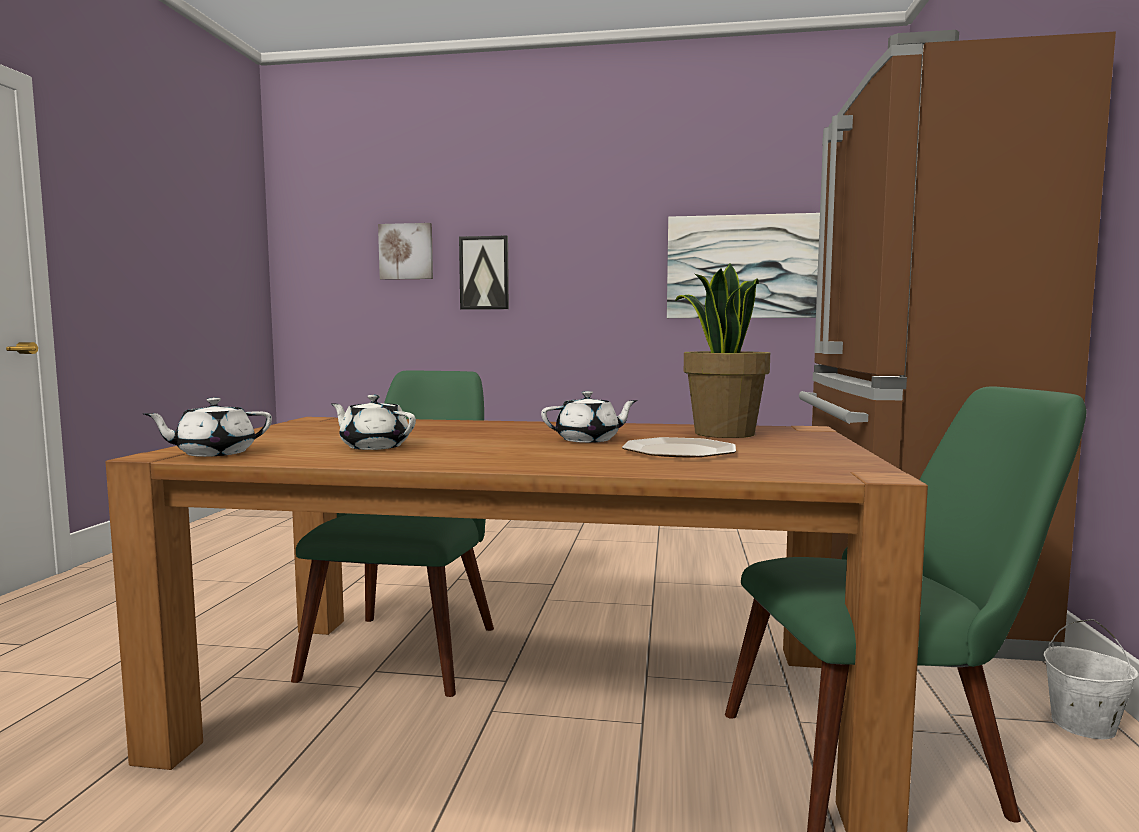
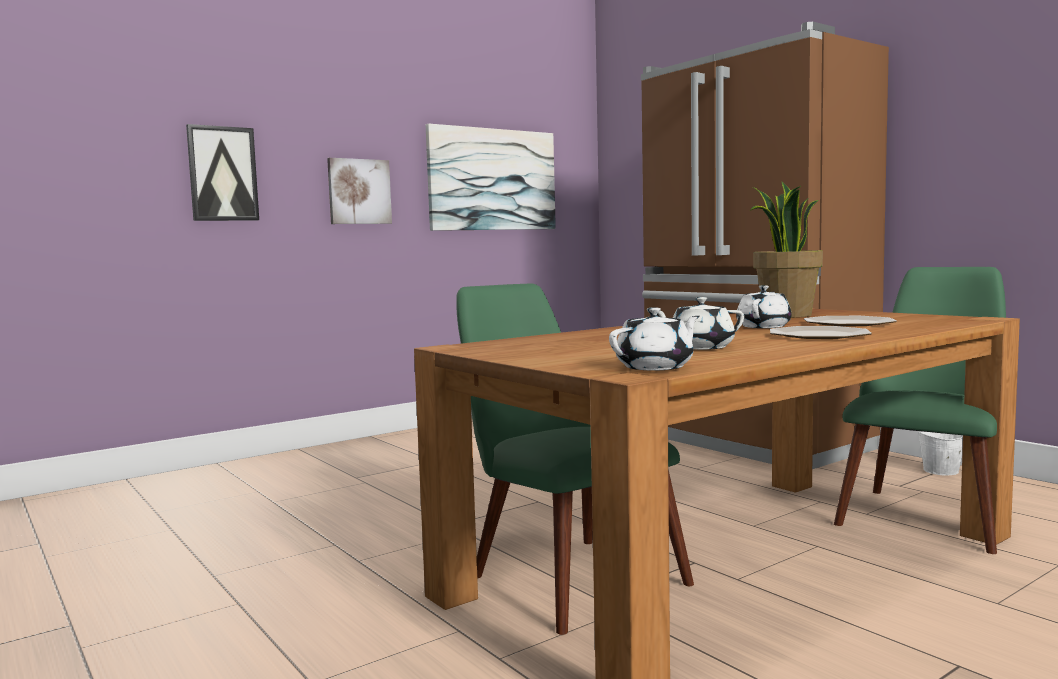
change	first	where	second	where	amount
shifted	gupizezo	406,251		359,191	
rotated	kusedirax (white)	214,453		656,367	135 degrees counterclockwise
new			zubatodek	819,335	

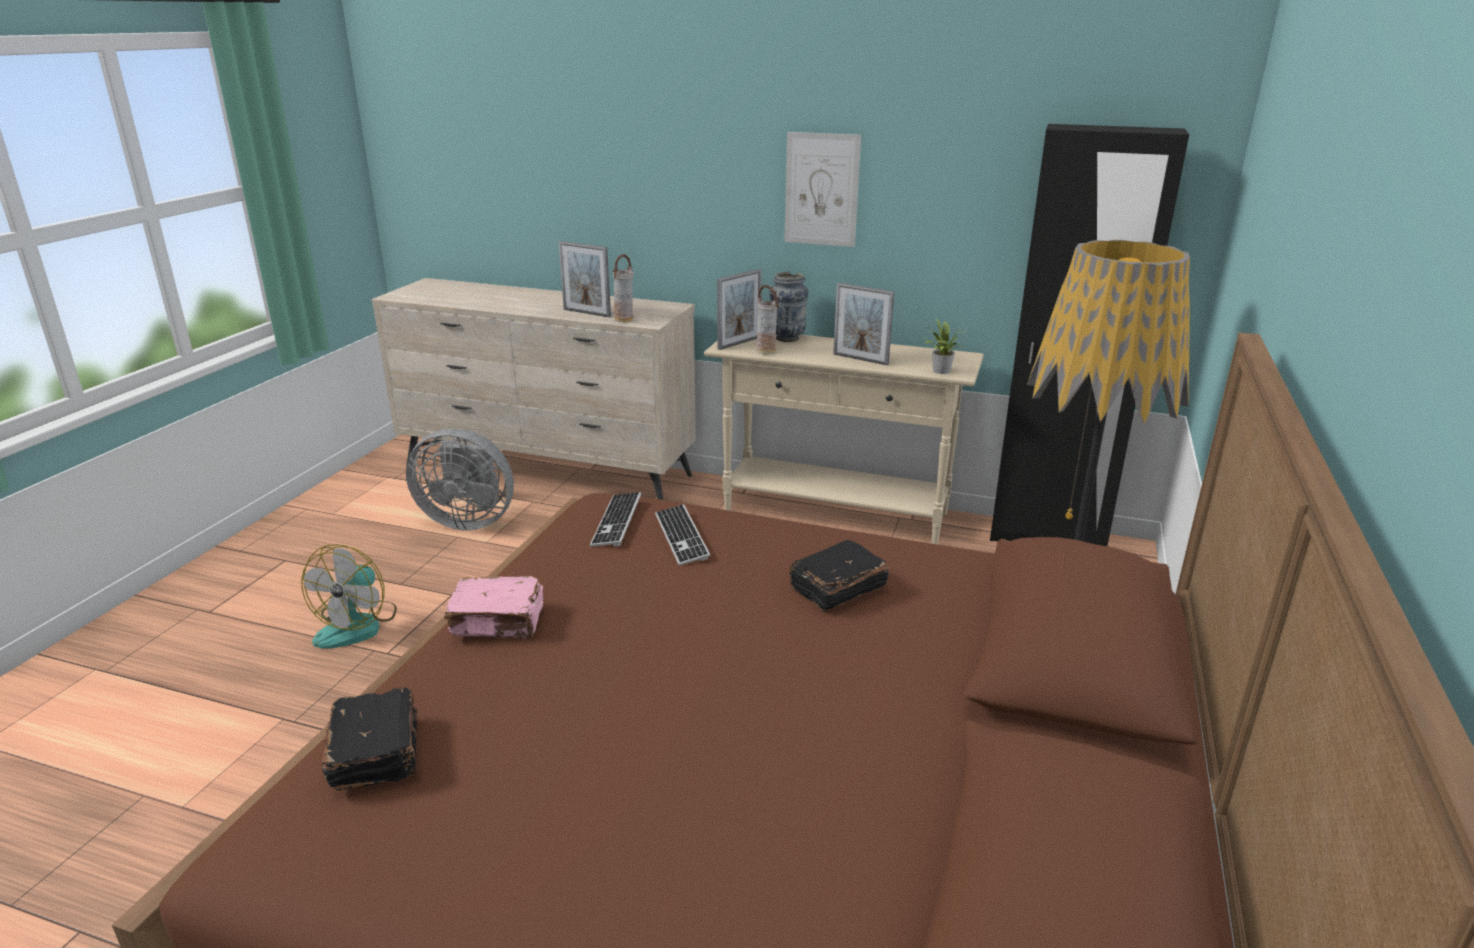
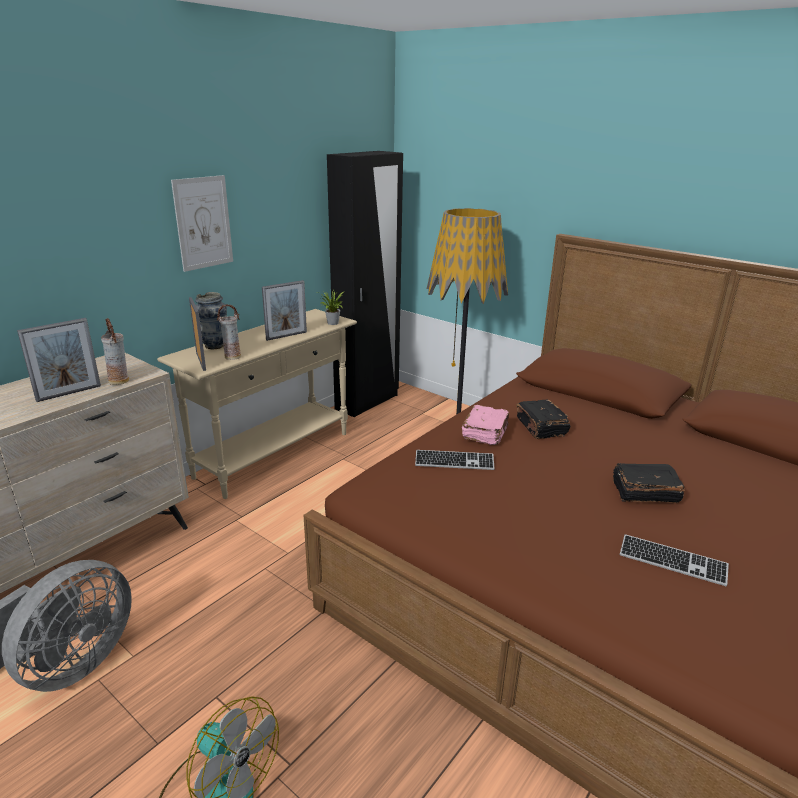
change	first	where	second	where	amount
shifted	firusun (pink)	499,622		485,433	
shifted	firusun (black)	377,753		643,493	
shifted	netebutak	616,521		672,562	

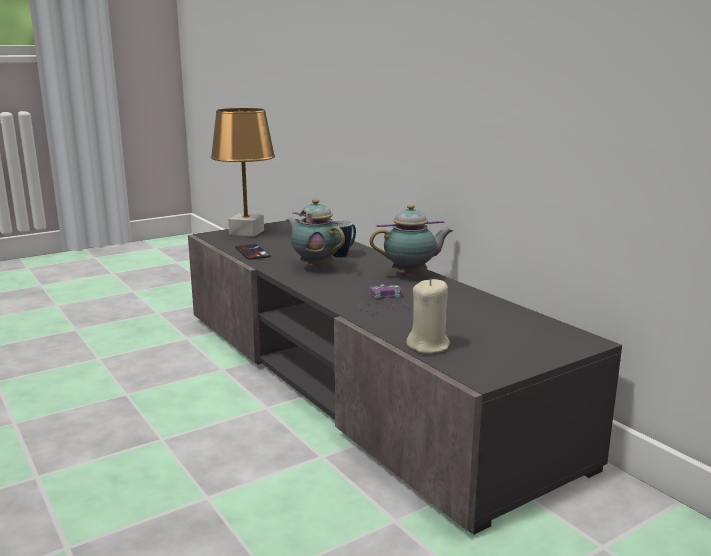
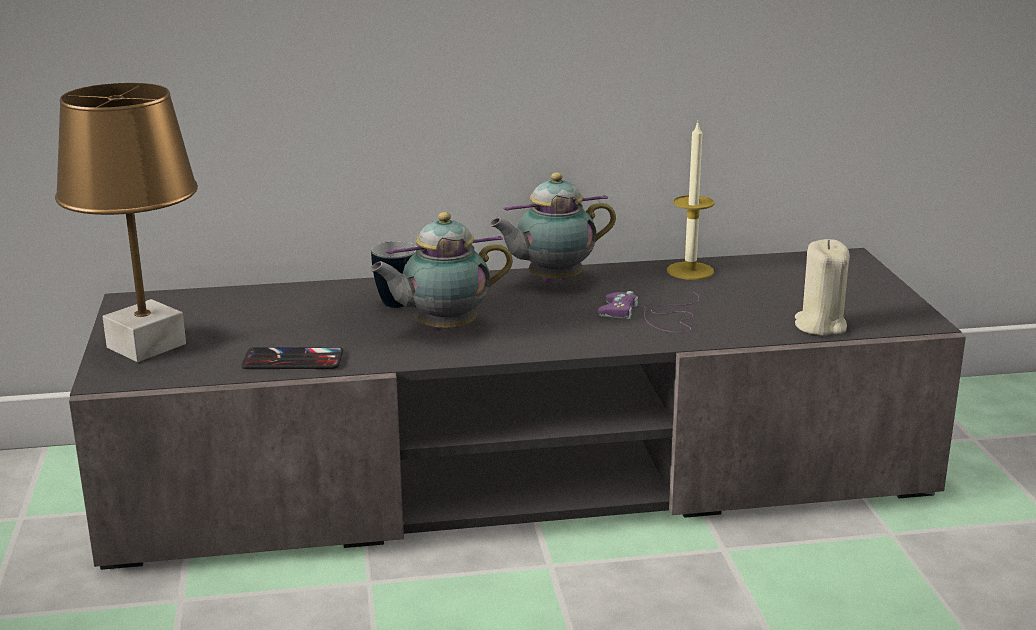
change	first	where	second	where	amount
rotated	kusedirax	412,275		551,281	120 degrees counterclockwise
new			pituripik	690,271	

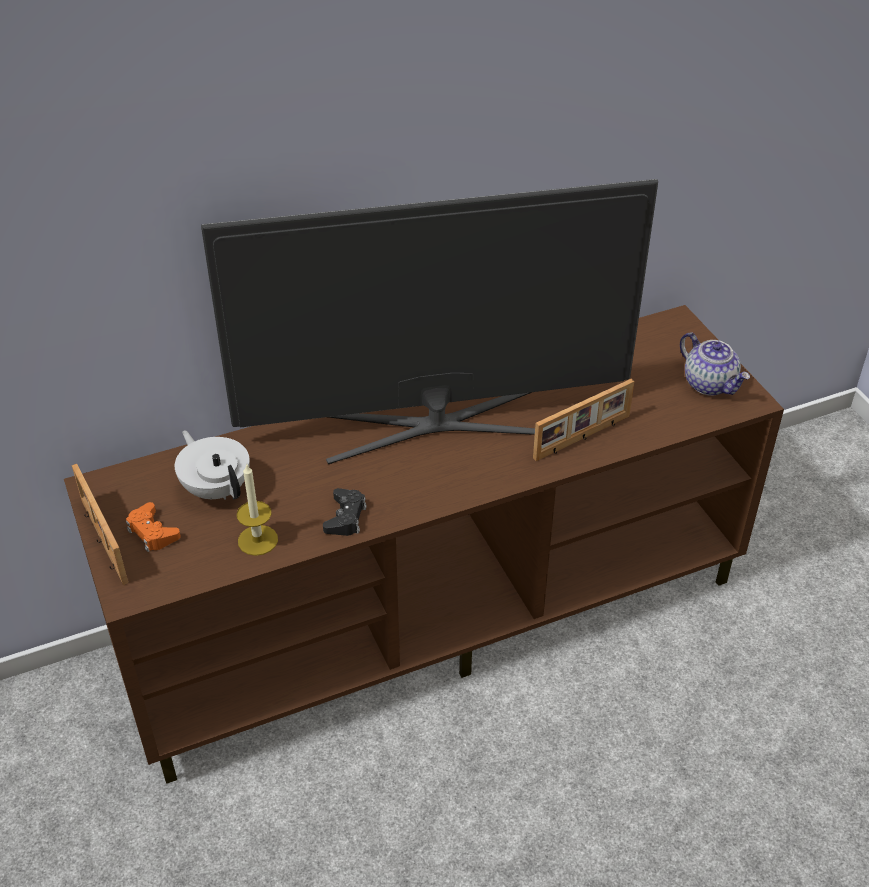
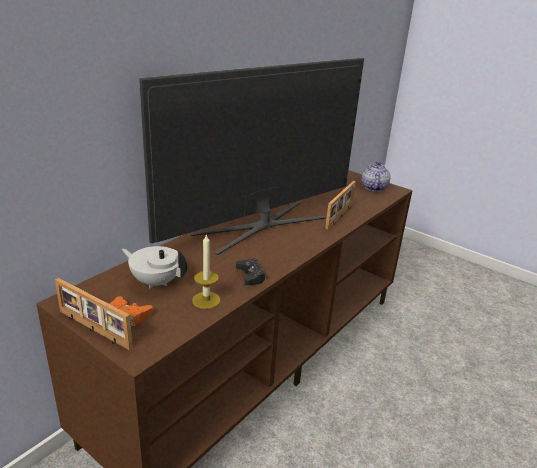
change	first	where	second	where	amount
rotated	kusedirax	710,384		373,187	105 degrees counterclockwise

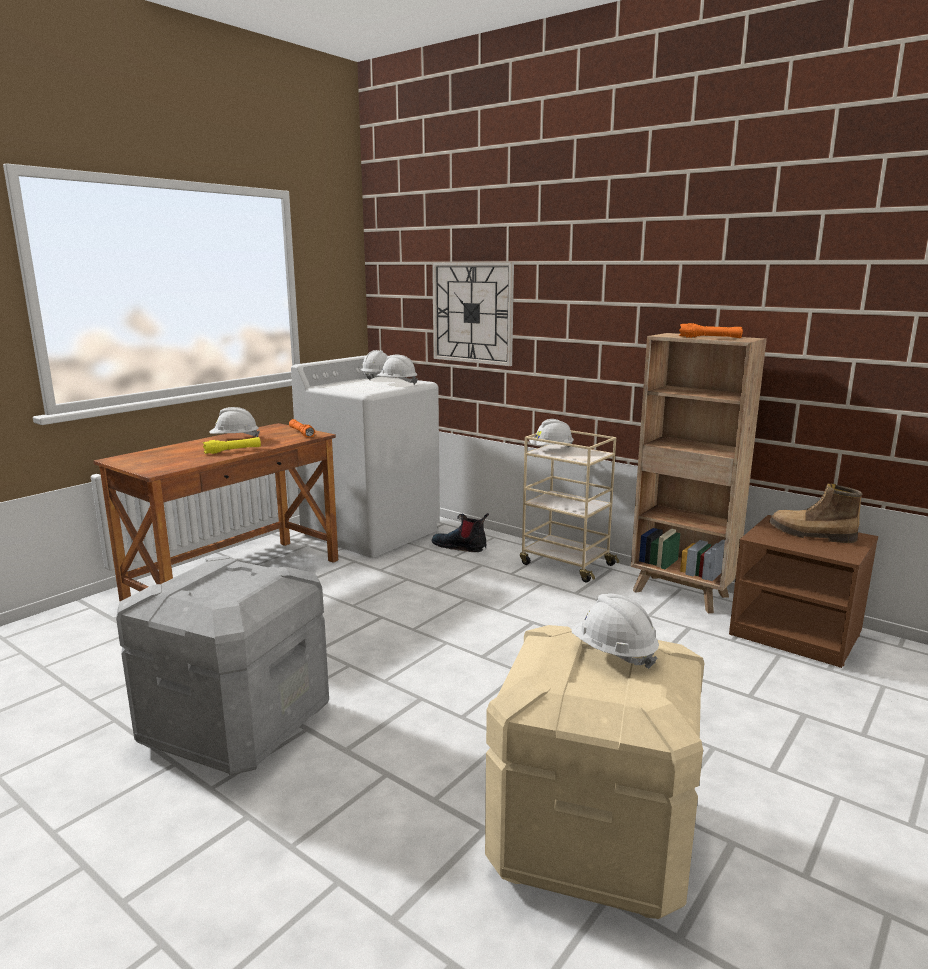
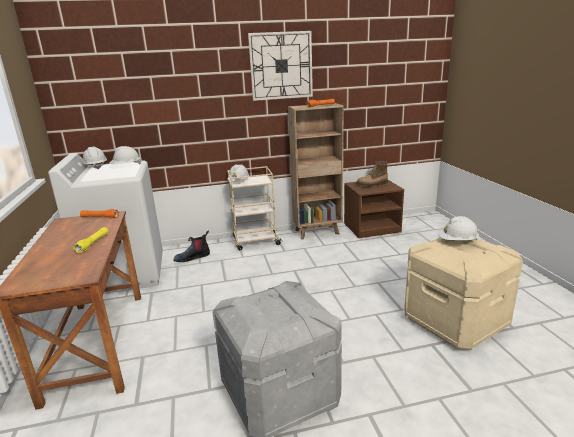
change	first	where	second	where	amount
shifted	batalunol	472,313		281,66	
gone	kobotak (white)	235,439			

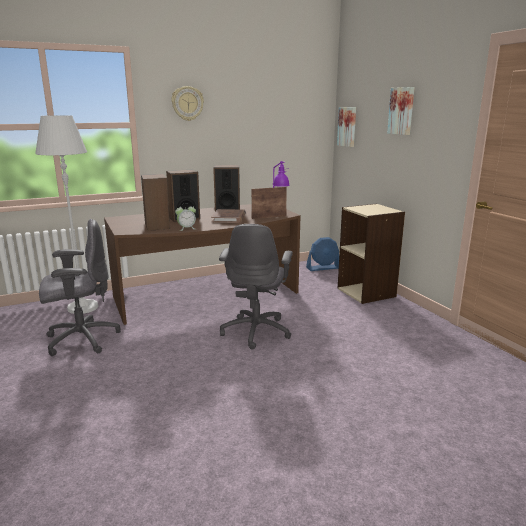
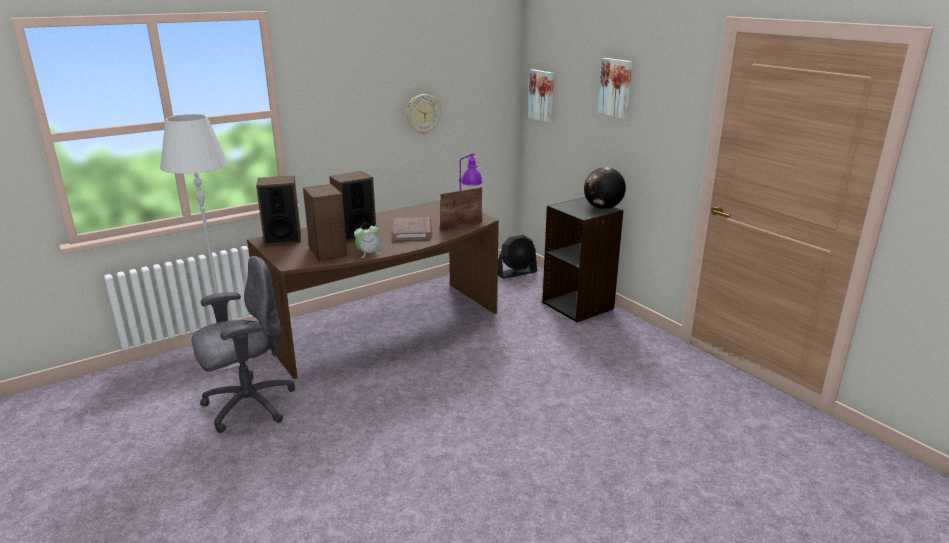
change	first	where	second	where	amount
shifted	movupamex	227,209		282,239	
shifted	batalunol	187,103		422,114	
repainted	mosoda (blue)	323,268	mosoda (black)	516,273	
repainted	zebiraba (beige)	367,292	zebiraba (black)	578,305	
new			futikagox	602,208	
gone	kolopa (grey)	256,331			

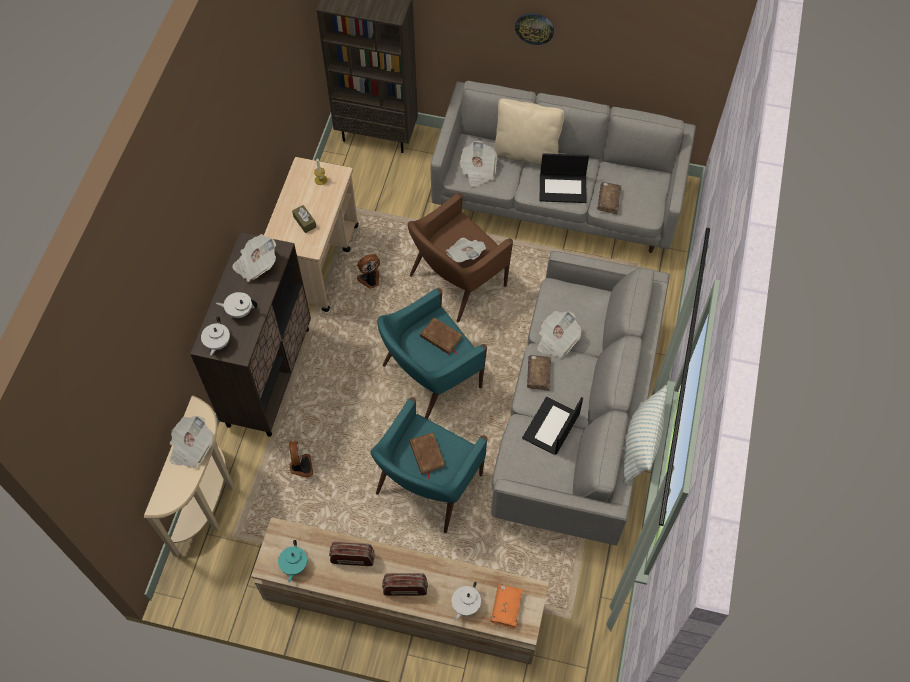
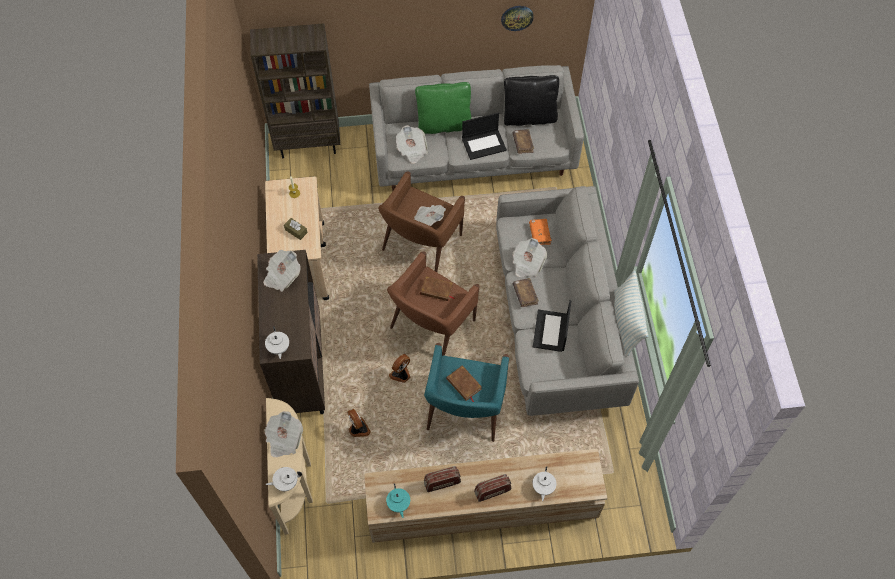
change	first	where	second	where	amount
shifted	kusedirax (white)	239,311		286,482	
repainted	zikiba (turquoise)	429,377	zikiba (brown)	431,325	
shifted	mosoda	370,280		401,374	
repainted	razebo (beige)	526,153	razebo (green)	444,124	
shifted	batalunol	534,28		517,17	
new			razebo (black)	529,117	
shifted	firusun (orange)	506,607		539,234	

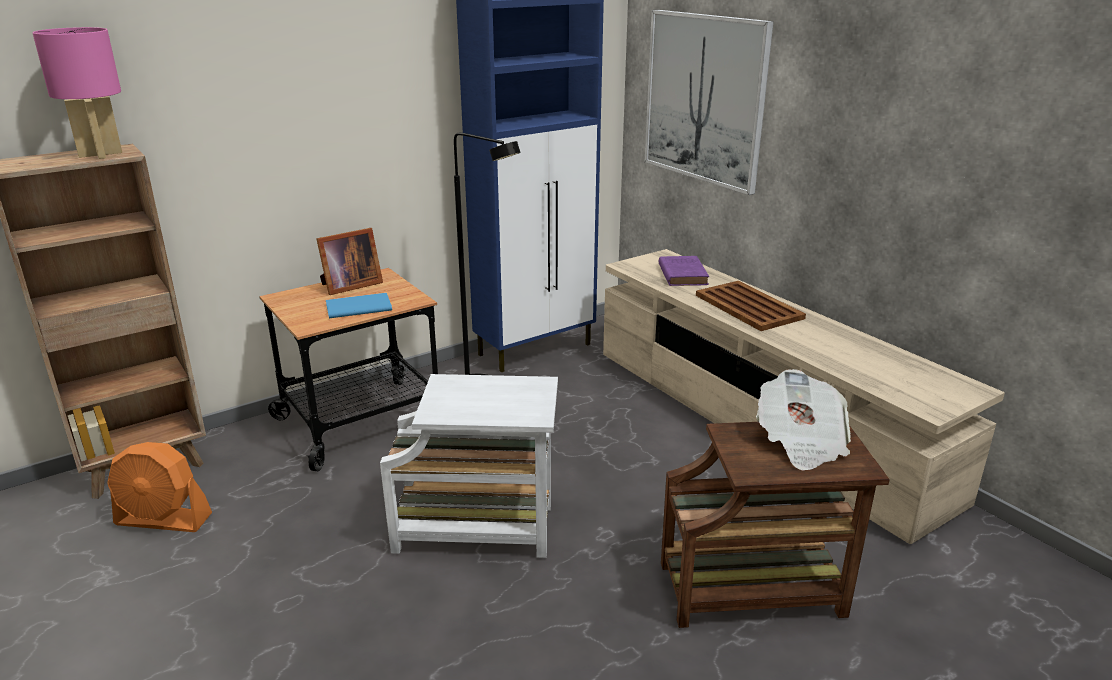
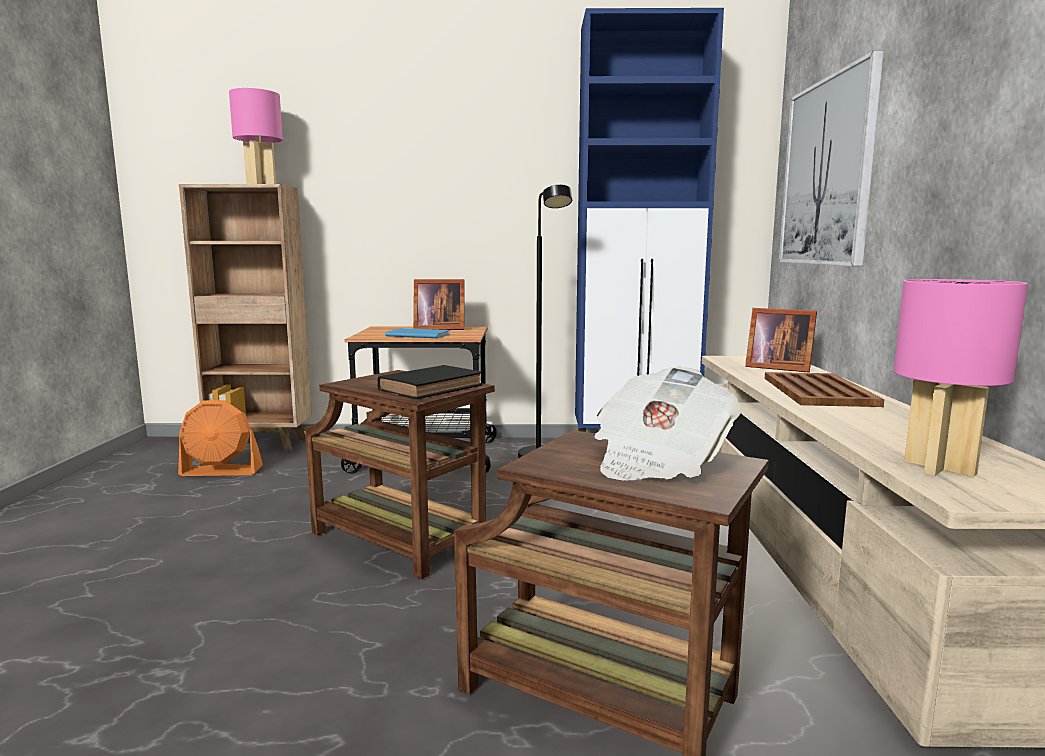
change	first	where	second	where	amount
rotated	mosoda (orange)	163,519		221,471	45 degrees counterclockwise
repainted	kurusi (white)	479,529	kurusi (brown)	401,541	
new			firusun (black)	433,387	
swapped	firusun (purple)	682,274	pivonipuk	776,367	
new			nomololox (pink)	941,468	

